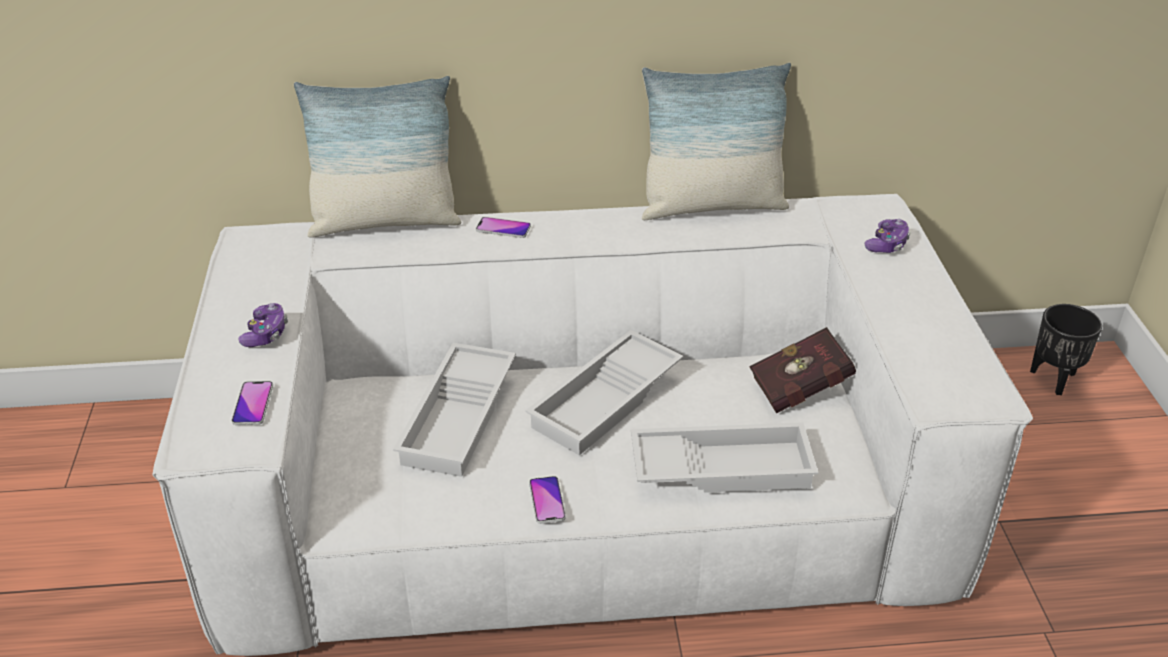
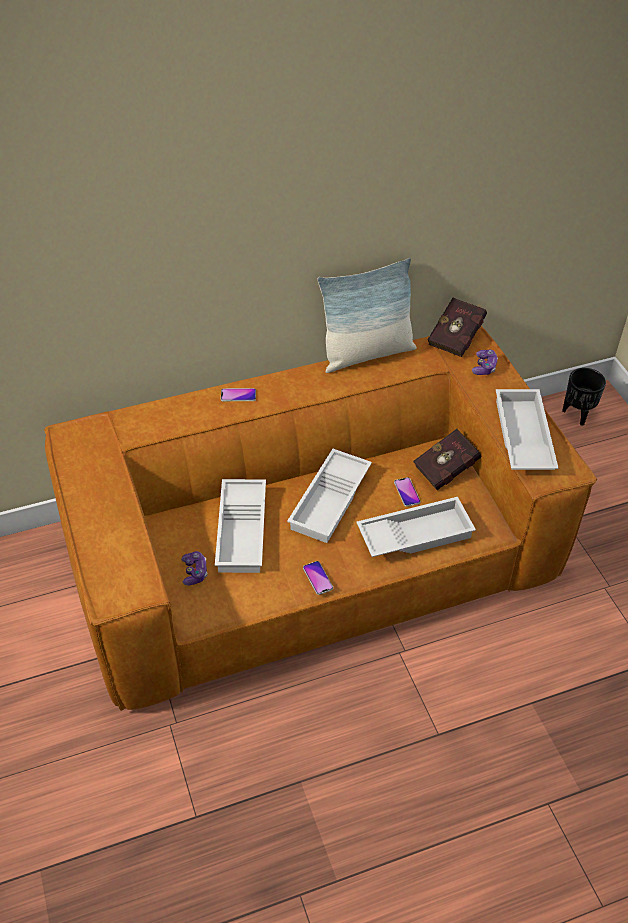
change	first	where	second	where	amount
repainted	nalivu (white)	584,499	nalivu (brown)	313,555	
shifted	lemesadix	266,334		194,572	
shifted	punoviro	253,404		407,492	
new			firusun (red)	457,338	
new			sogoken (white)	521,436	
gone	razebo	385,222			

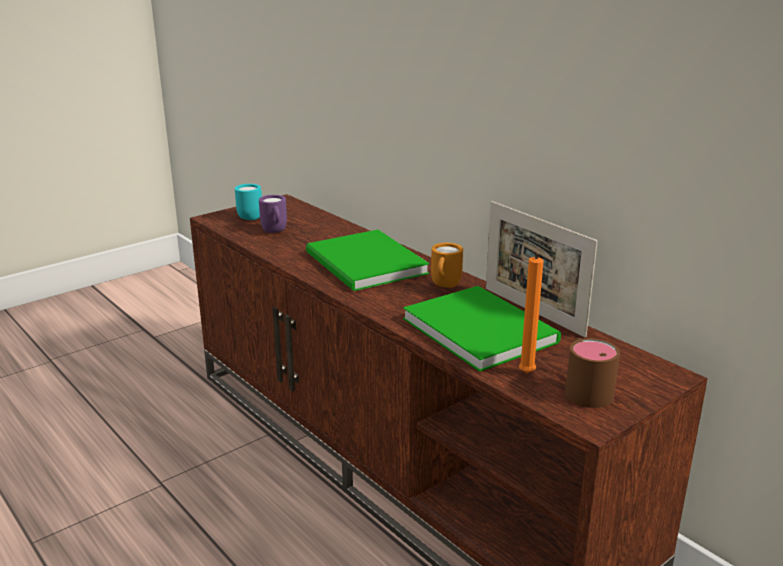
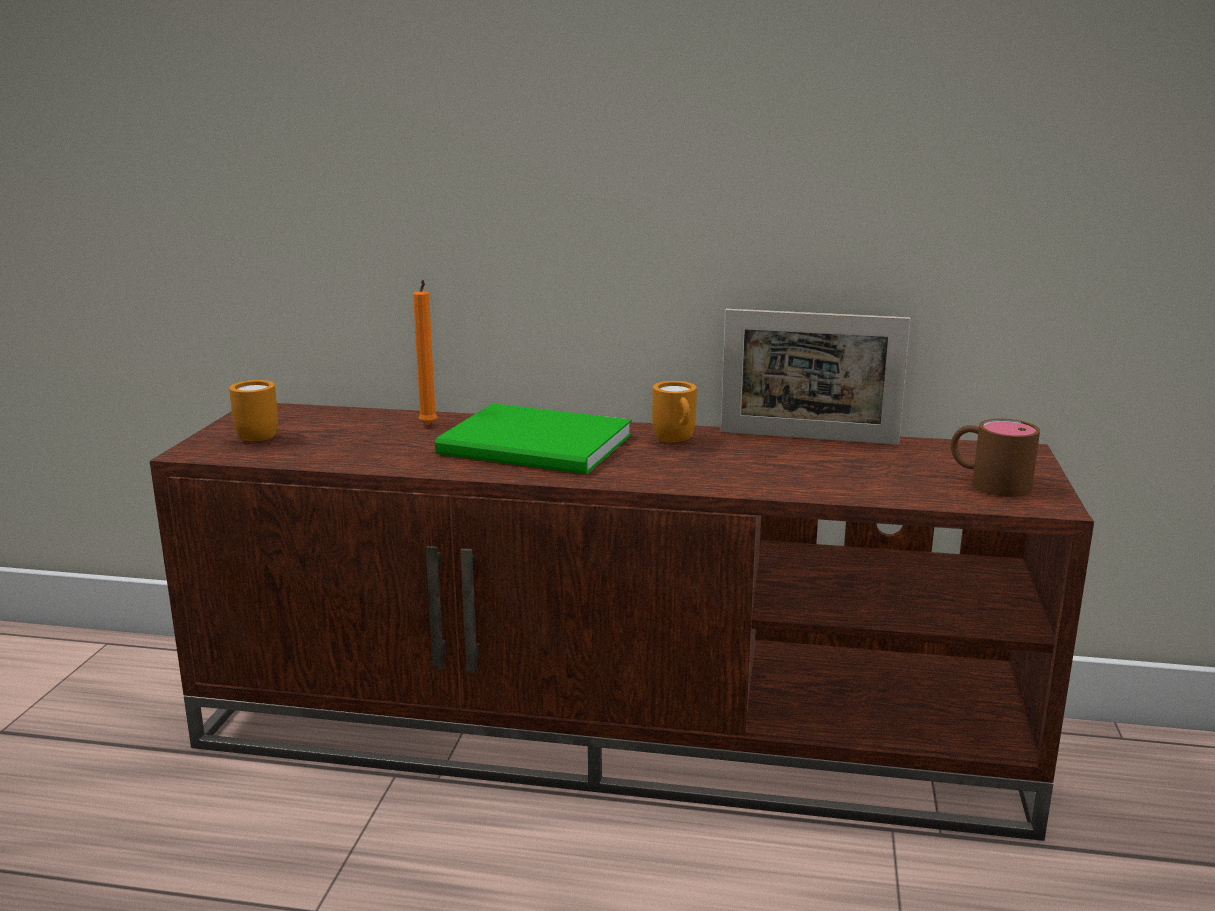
change	first	where	second	where	amount
repainted	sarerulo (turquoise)	252,217	sarerulo (orange)	258,436	
shifted	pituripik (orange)	525,374		428,426	
gone	sarerulo (purple)	275,232			
gone	firusun (green)	479,328			

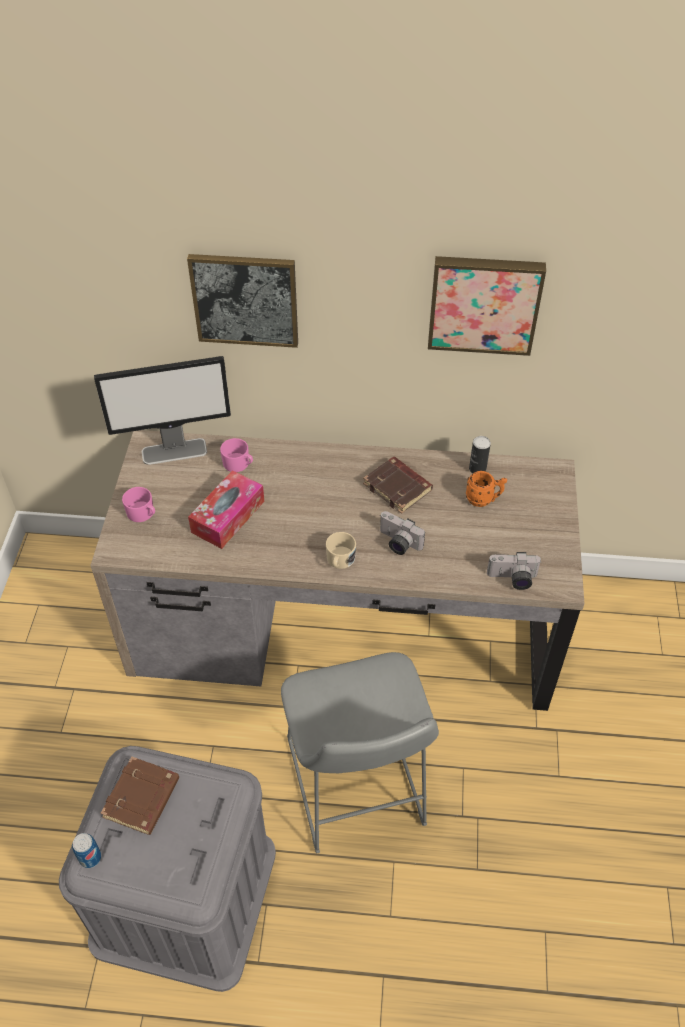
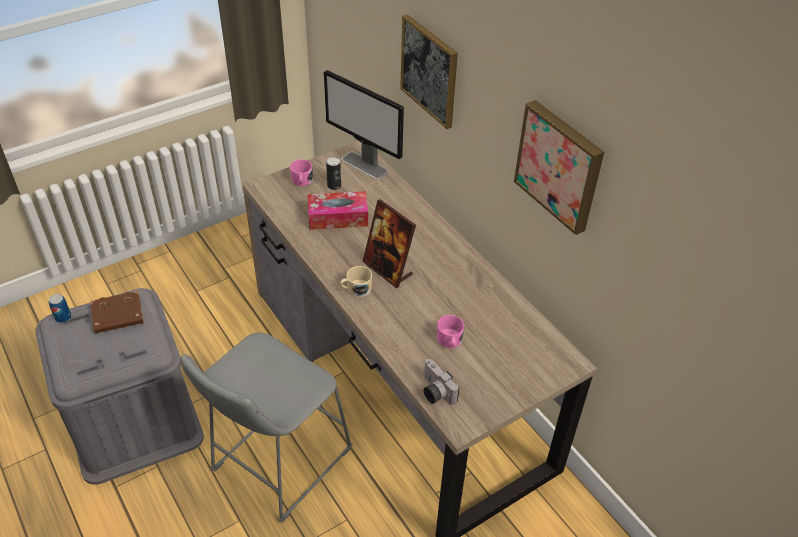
change	first	where	second	where	amount
shifted	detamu	477,469		334,185	
new			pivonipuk	388,269	
shifted	sarerulo (pink)	239,464		450,341	
gone	firusun (brown)	398,488			
gone	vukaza	397,543			
gone	sarerulo (orange)	483,499			

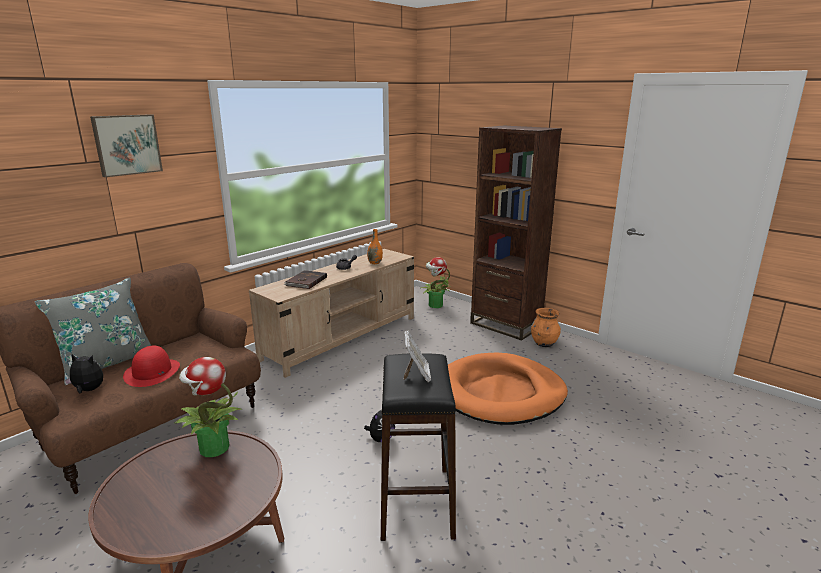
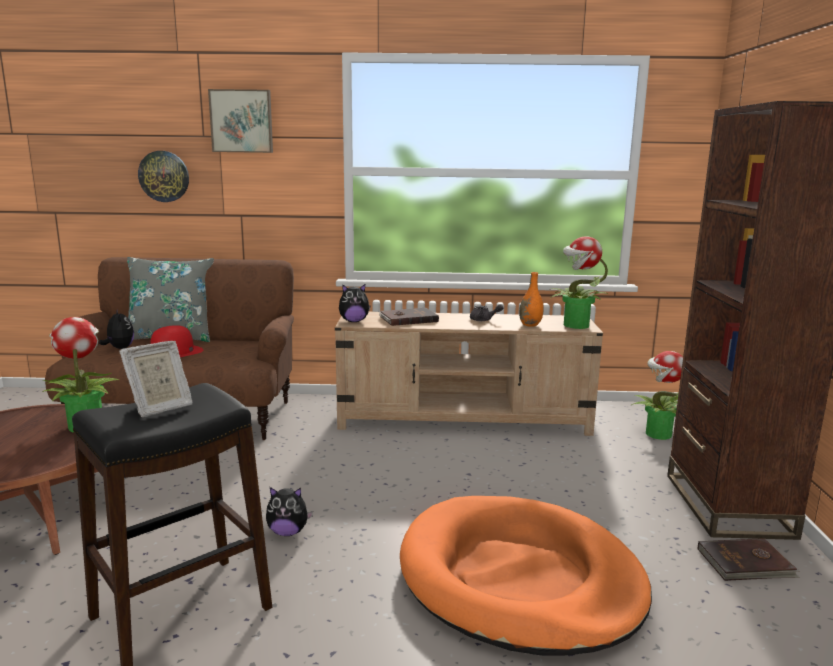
change	first	where	second	where	amount
new			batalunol	164,176	
new			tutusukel	354,321	
new			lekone	575,325	
swapped	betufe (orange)	544,344	firusun (brown)	746,563	

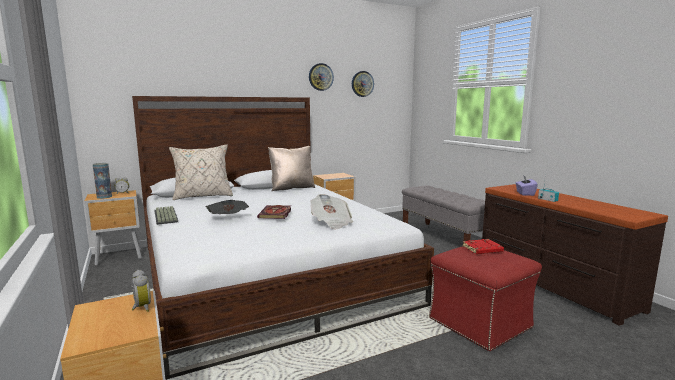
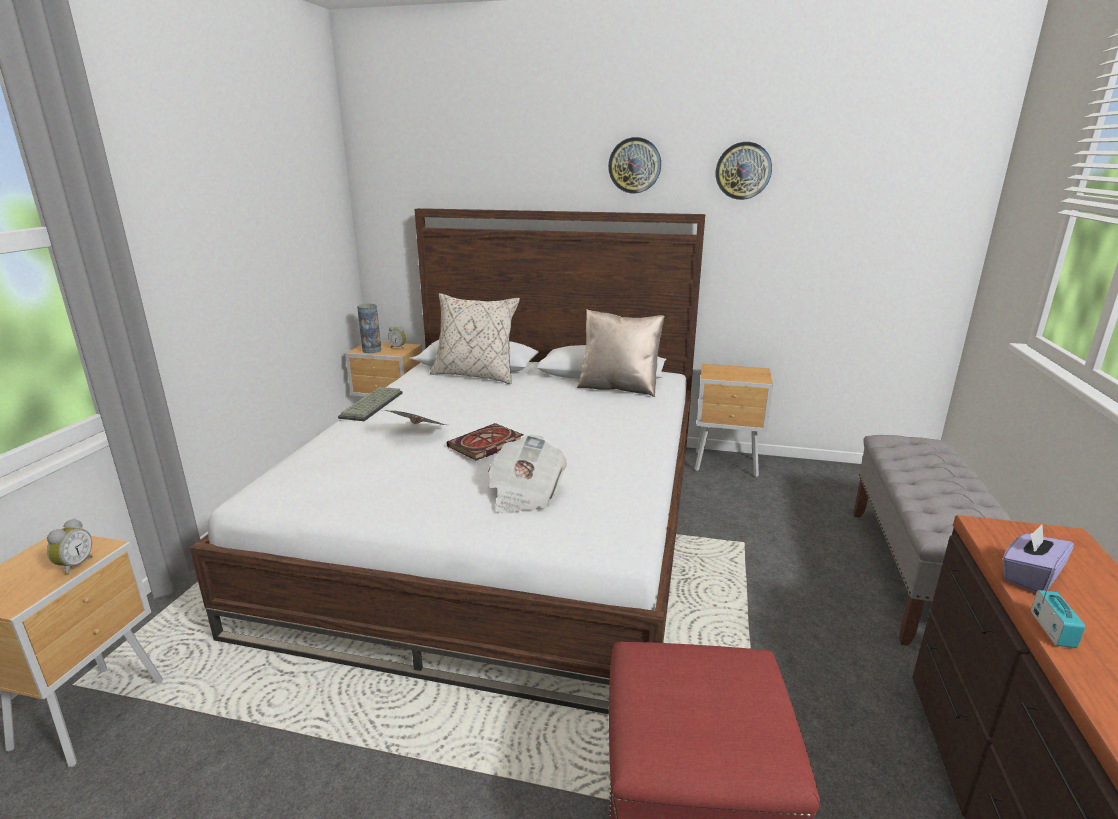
change	first	where	second	where	amount
shifted	batalunol	362,84		634,165	
gone	firusun (red)	482,250			

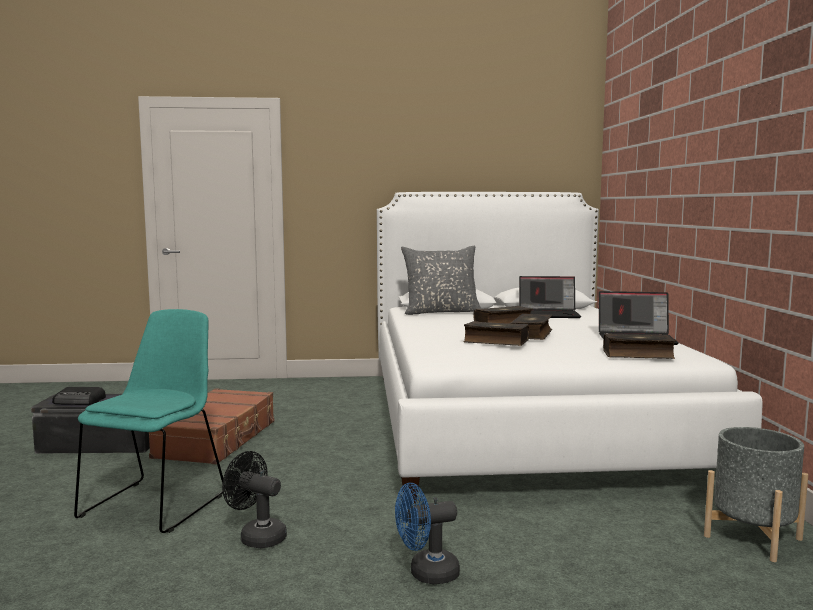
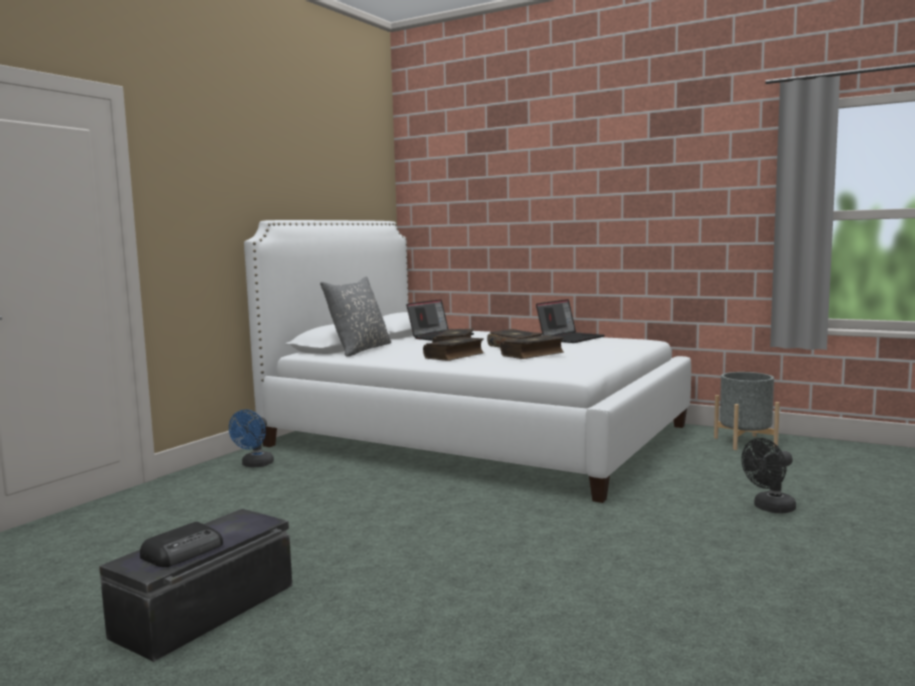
change	first	where	second	where	amount
shifted	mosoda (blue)	426,574		255,465	
shifted	firusun	638,355		455,356	
shifted	mosoda (black)	257,536		770,508	
gone	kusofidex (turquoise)	156,503			
gone	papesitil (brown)	218,439			

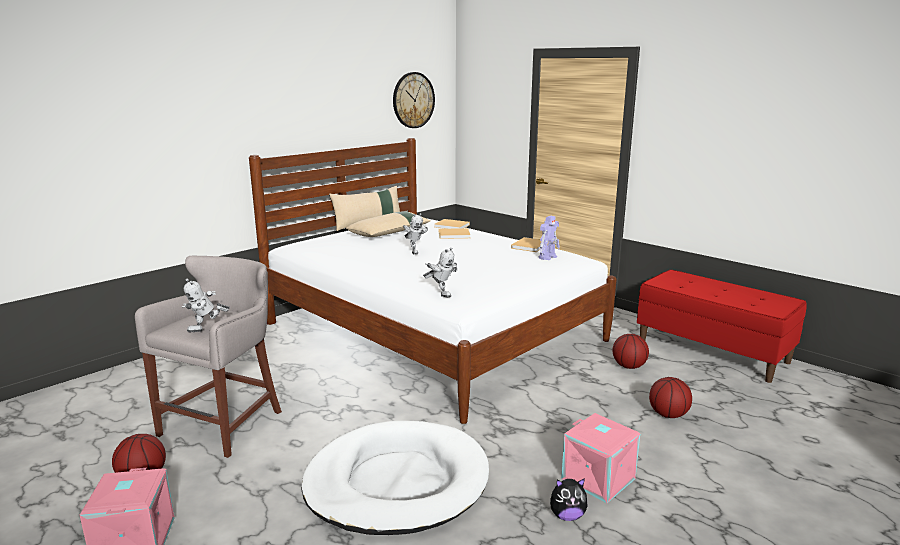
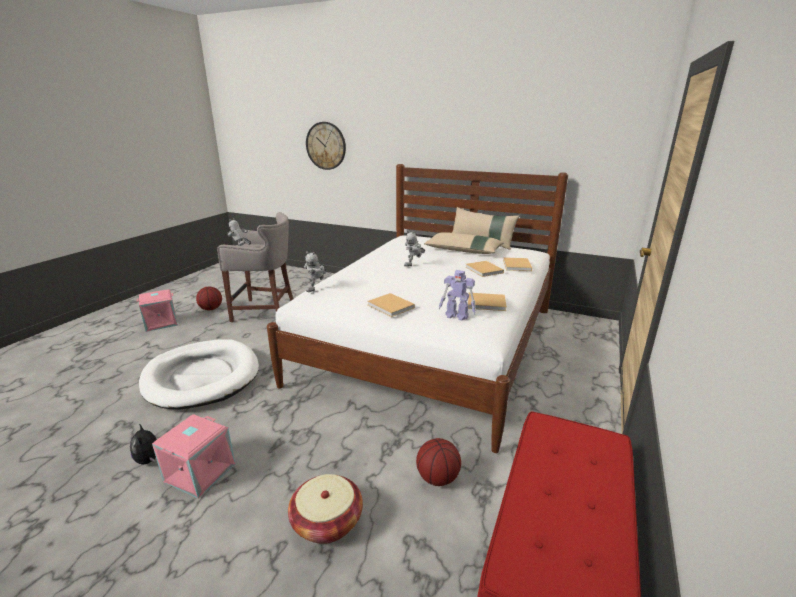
change	first	where	second	where	amount
swapped	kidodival	668,415	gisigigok	327,522	
shifted	batalunol	413,100		326,146	
new			firusun (beige)	391,307	

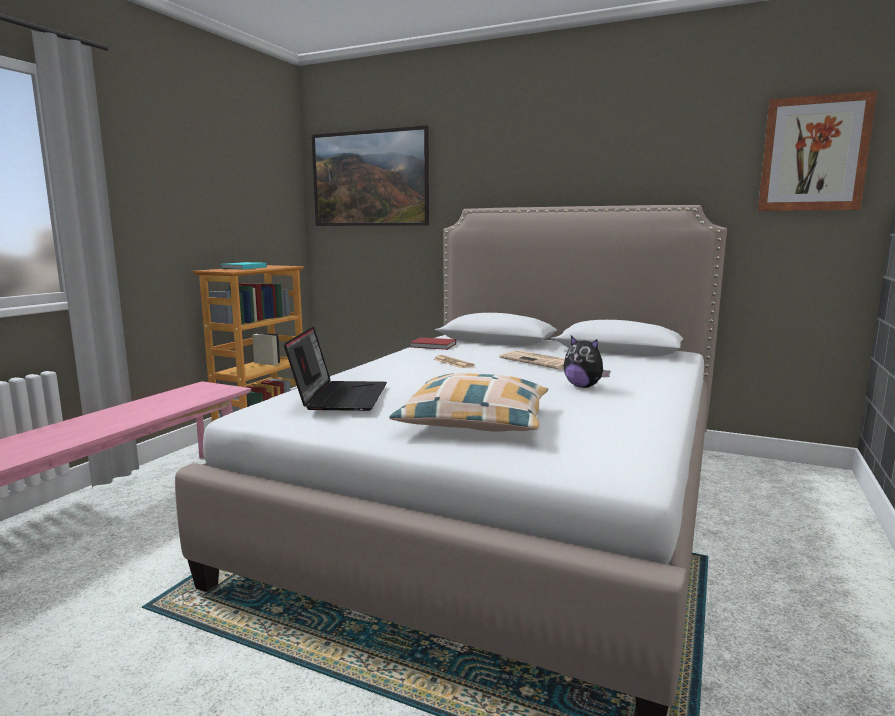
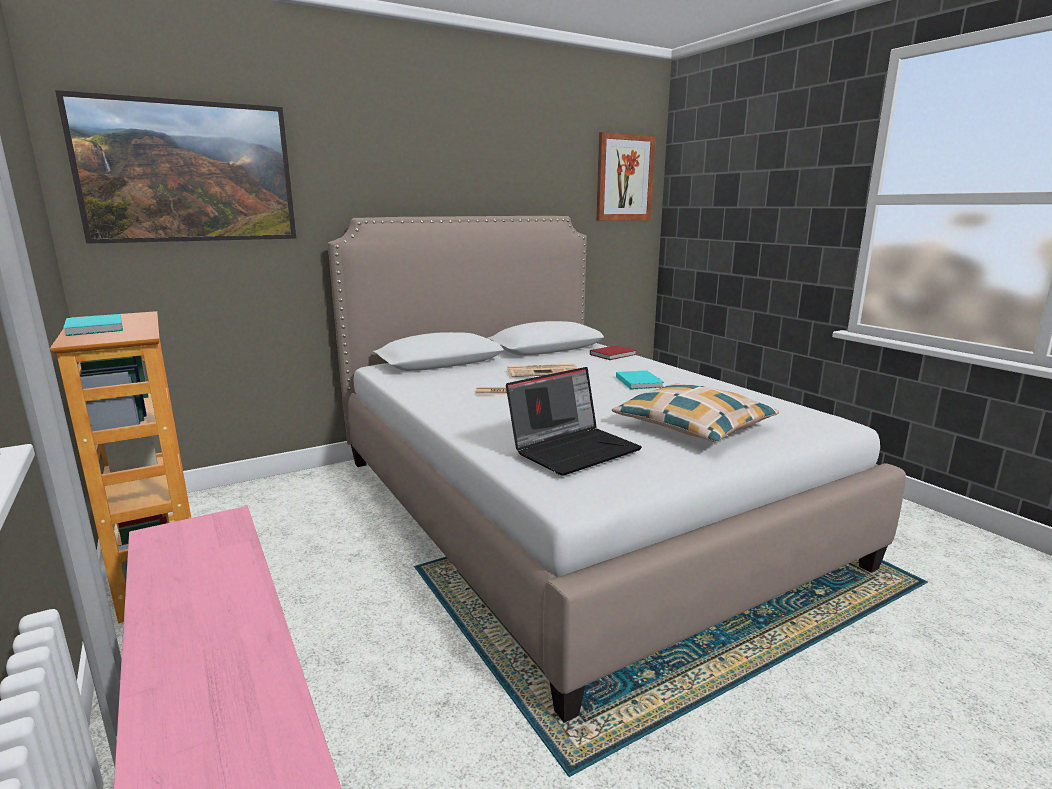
change	first	where	second	where	amount
rotated	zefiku	340,396		574,449	105 degrees clockwise
shifted	firusun (red)	434,346		614,354	
swapped	tutusukel	583,386	firusun (turquoise)	639,382	

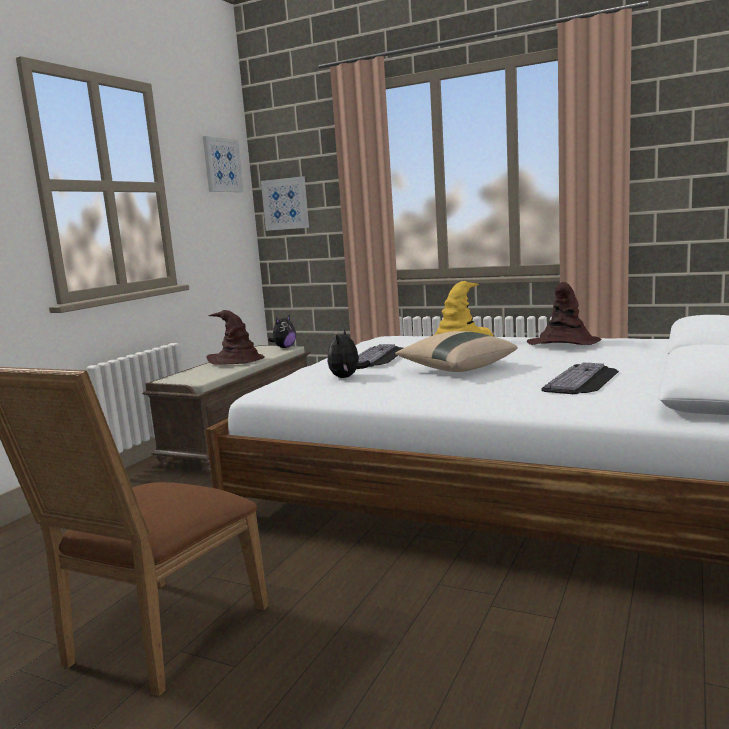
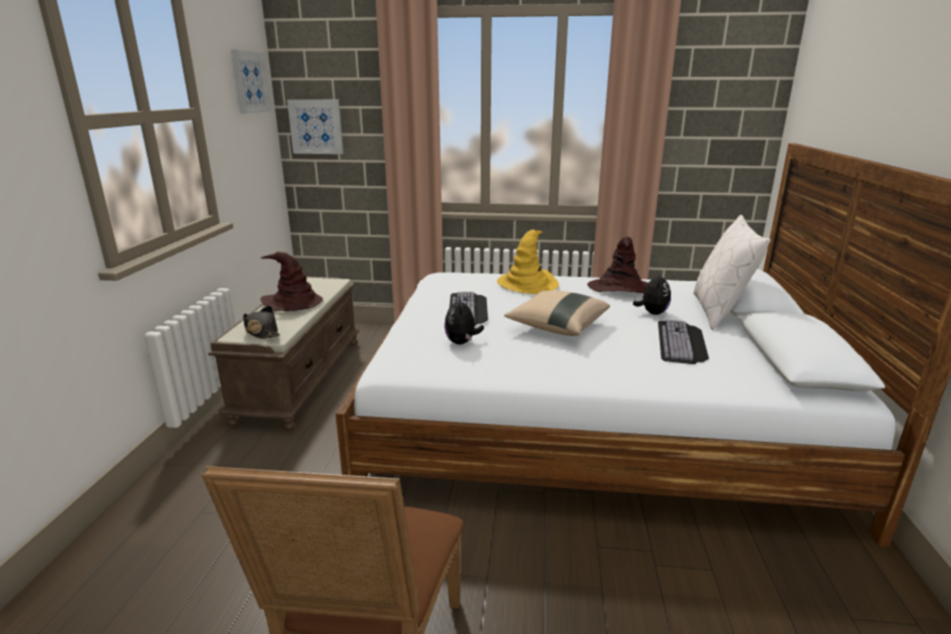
change	first	where	second	where	amount
new			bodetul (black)	261,331	
shifted	tutusukel	284,347		652,313	
new			razebo (white)	720,311	

